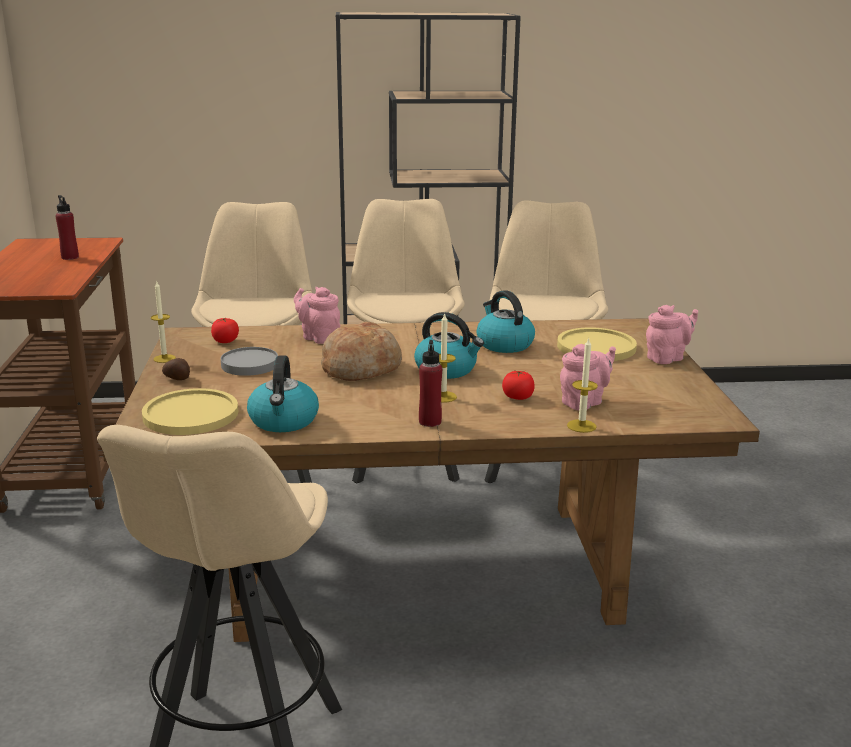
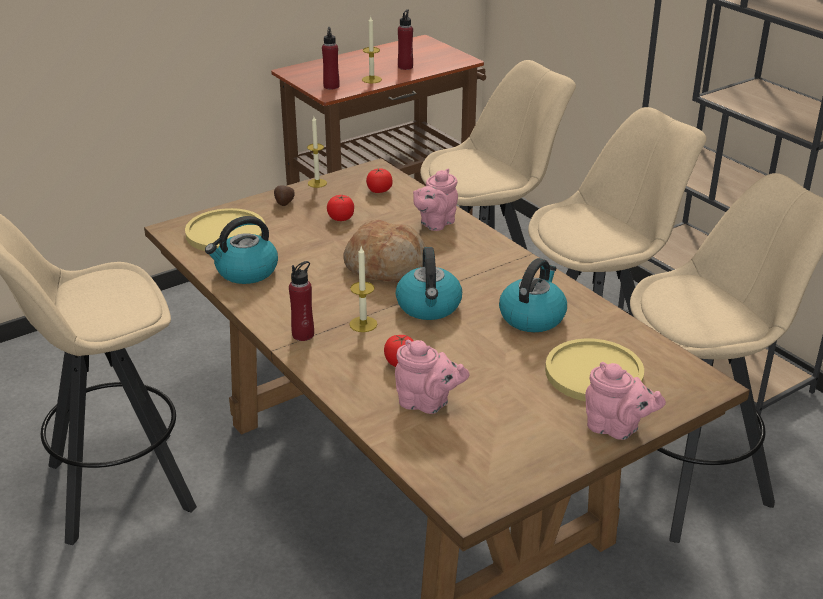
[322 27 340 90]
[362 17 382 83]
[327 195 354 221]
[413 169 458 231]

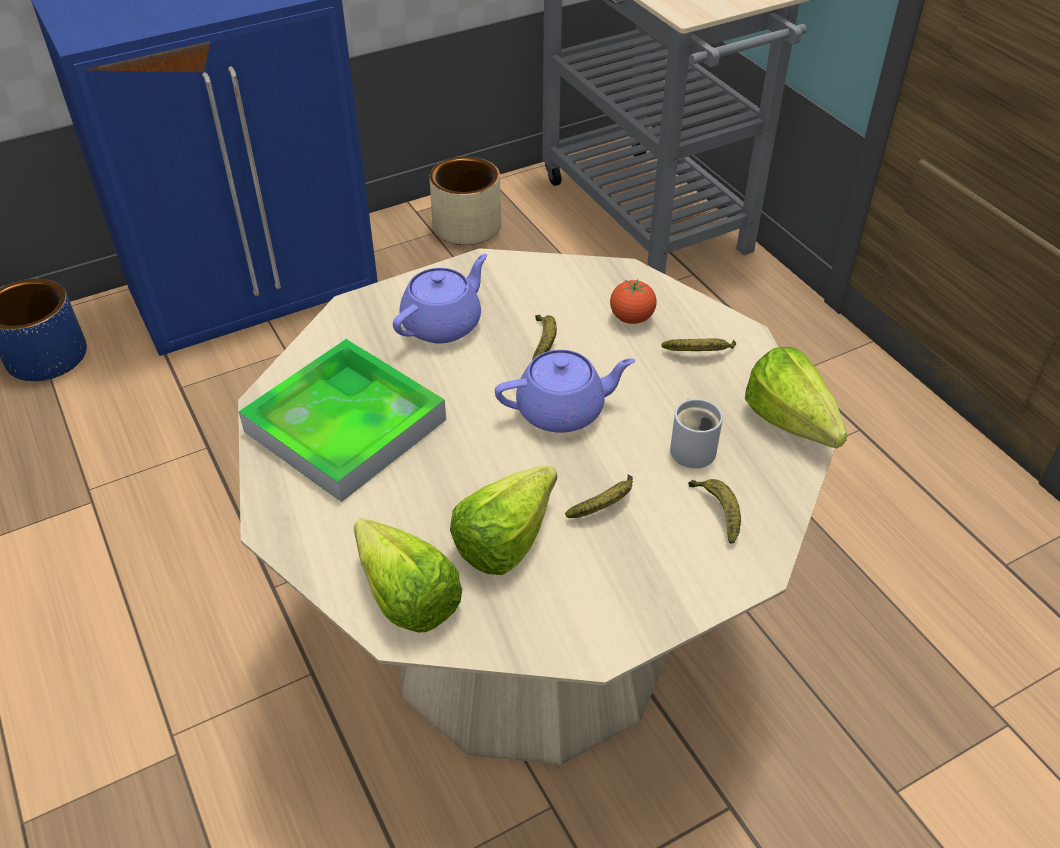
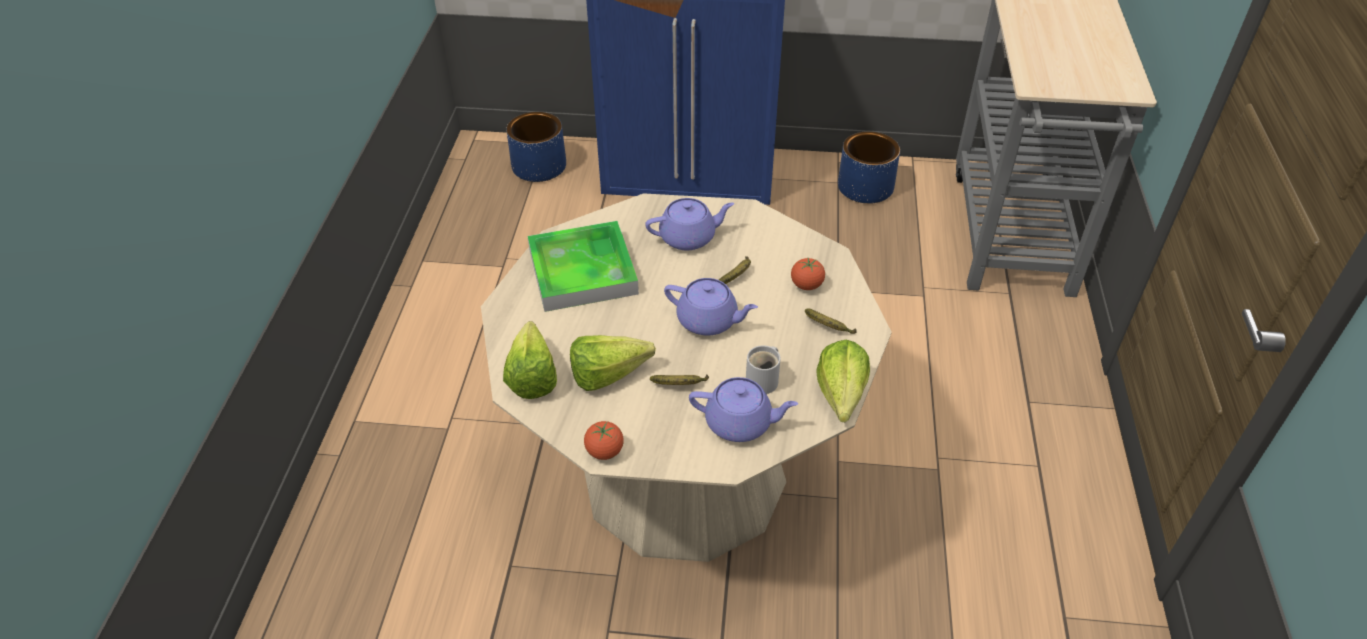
[584 421 624 460]
[689 377 798 442]
[838 131 900 204]

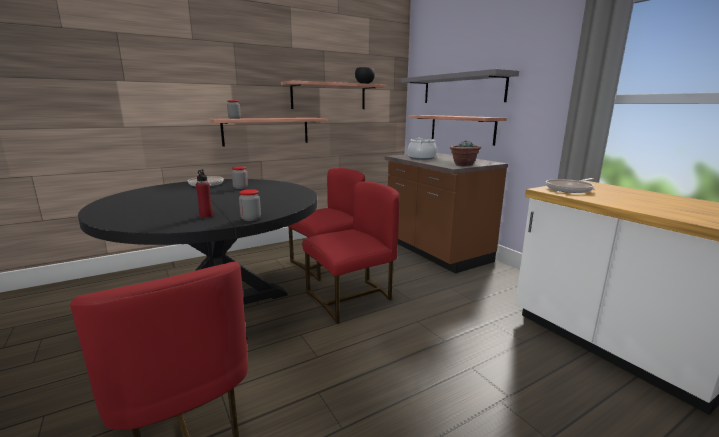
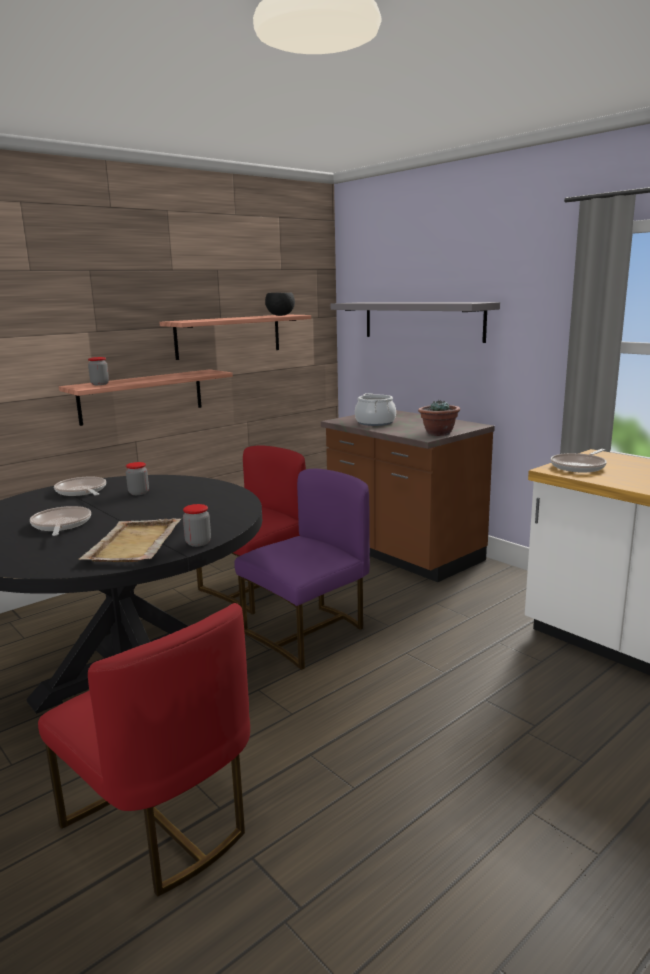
[408 115 507 146] (first image)
[30 506 91 536]
[78 518 181 562]
[234 469 370 670]

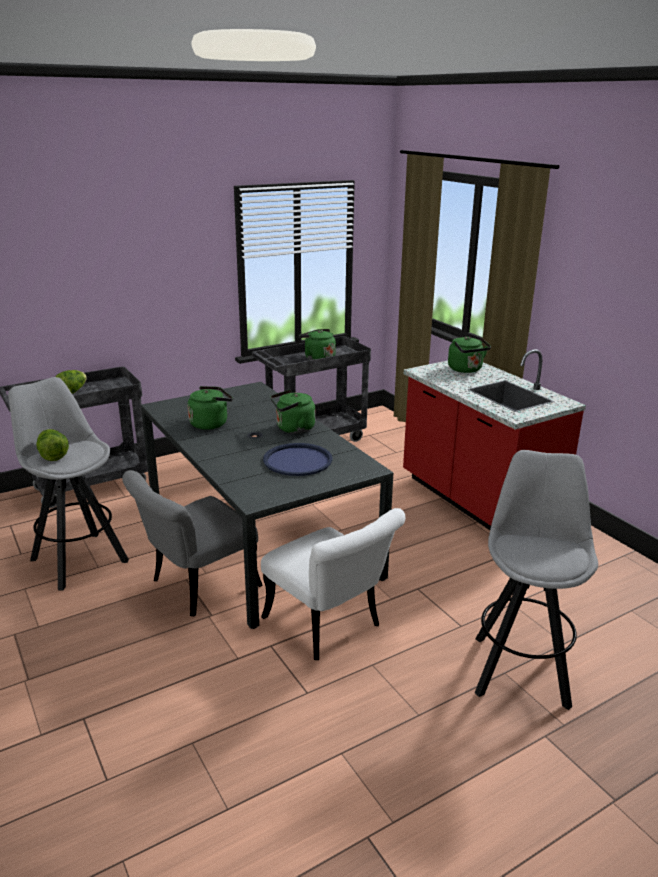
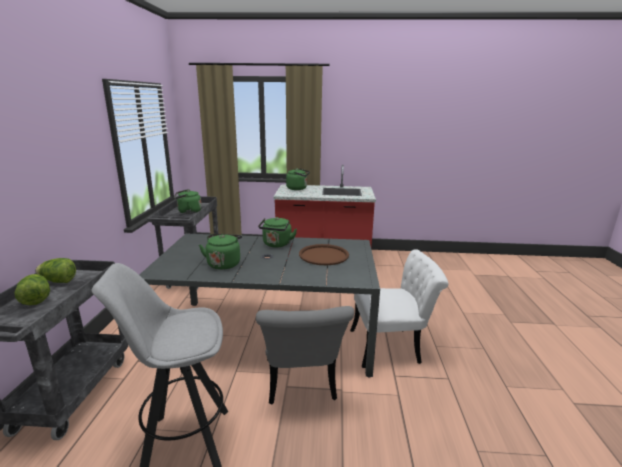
[475 450 598 710] (first image)
[35 258 76 283]
[299 244 349 265]

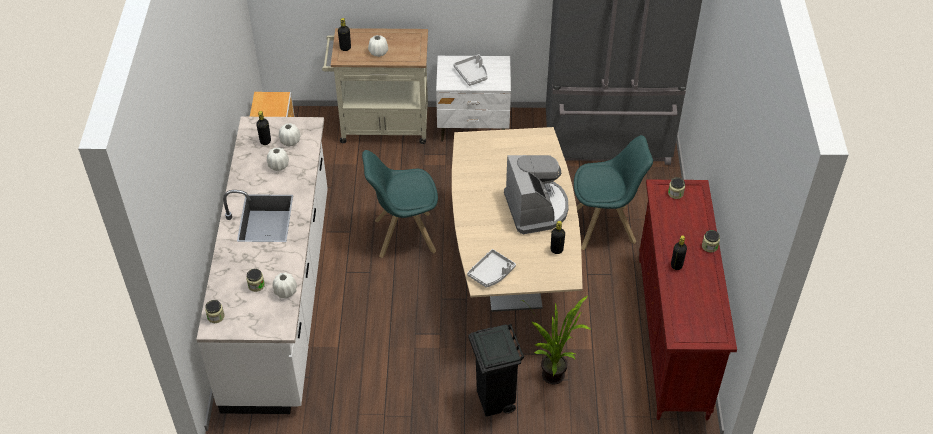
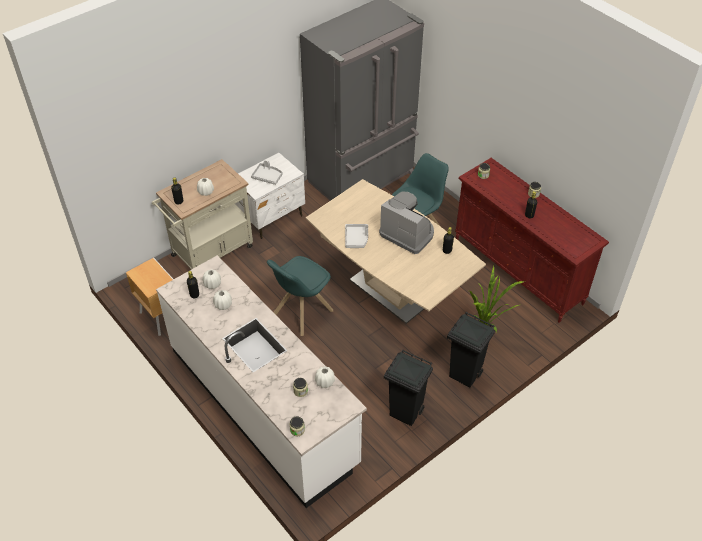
[384 350 433 426]
[345 224 368 248]

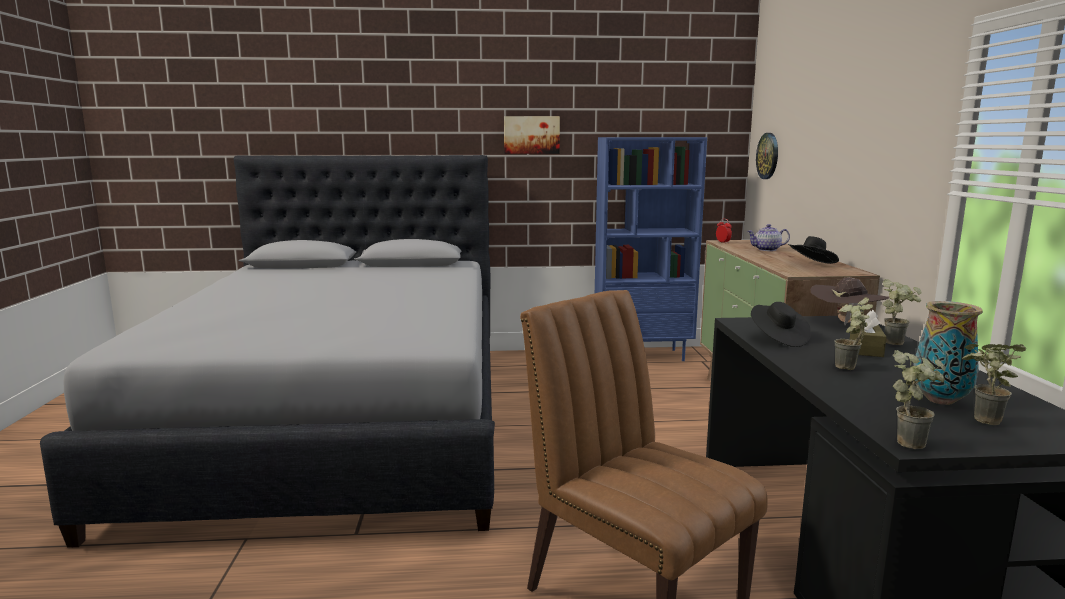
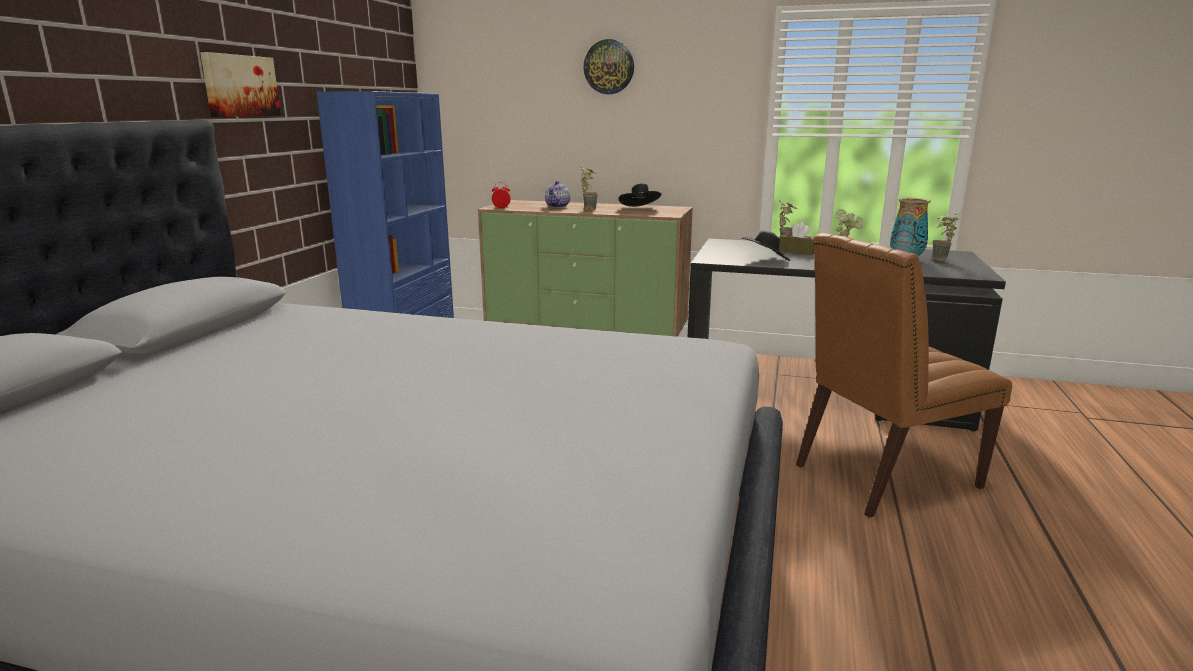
[810 278 889 325] (first image)
[583 39 634 94]
[579 167 598 210]

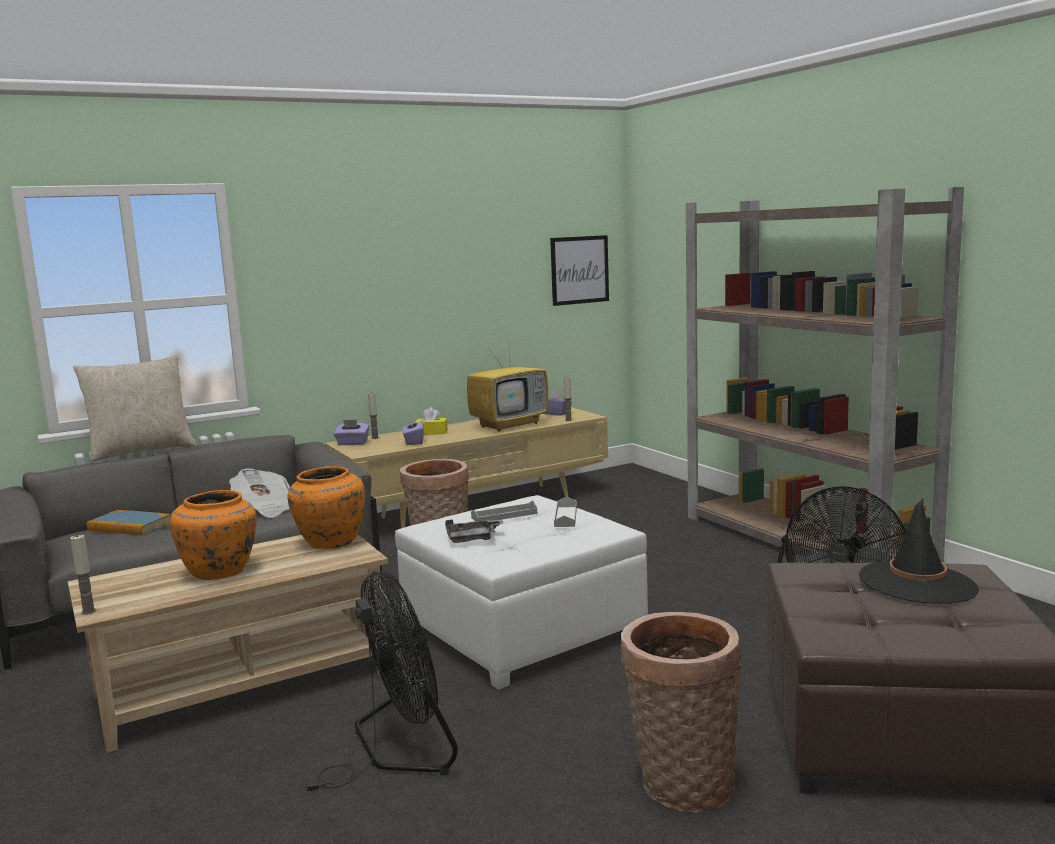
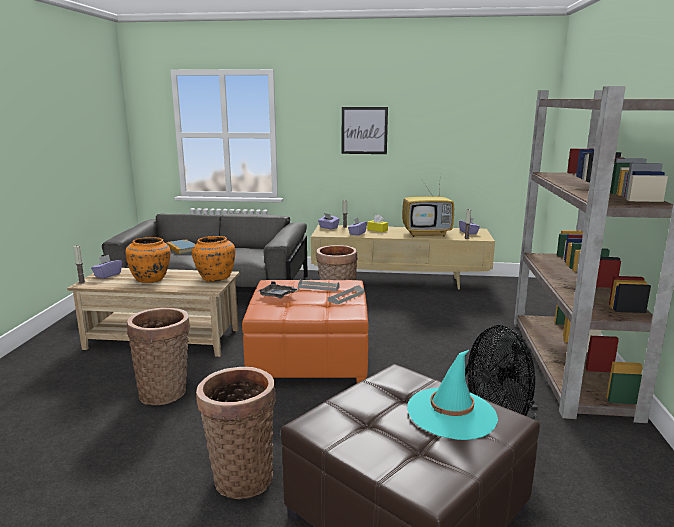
[73 355 196 462] (first image)
[229 468 290 518] (first image)
[91 255 122 279]
[342 107 388 154]
[127 308 190 406]
[242 280 369 383]
[407 350 498 440]

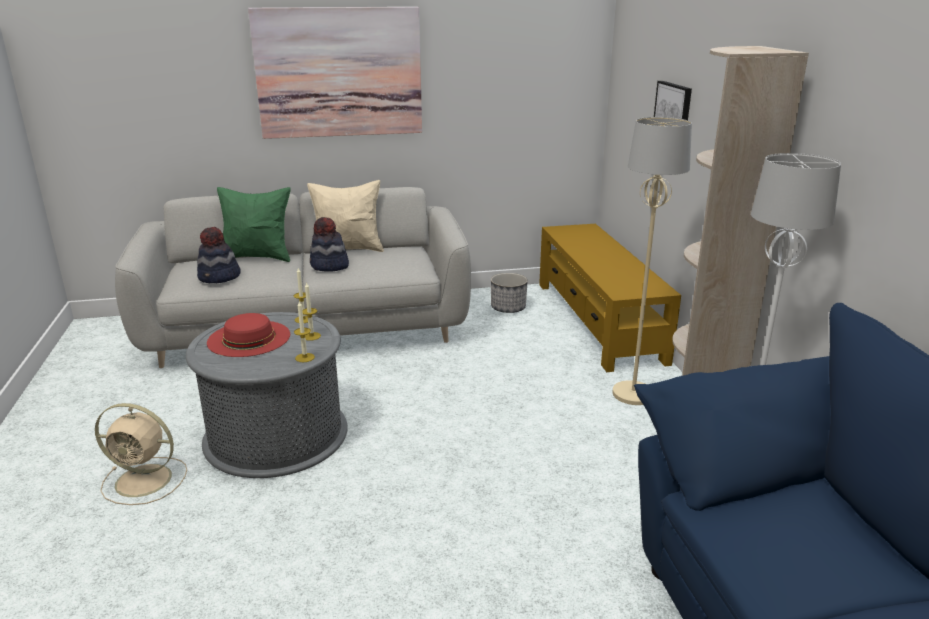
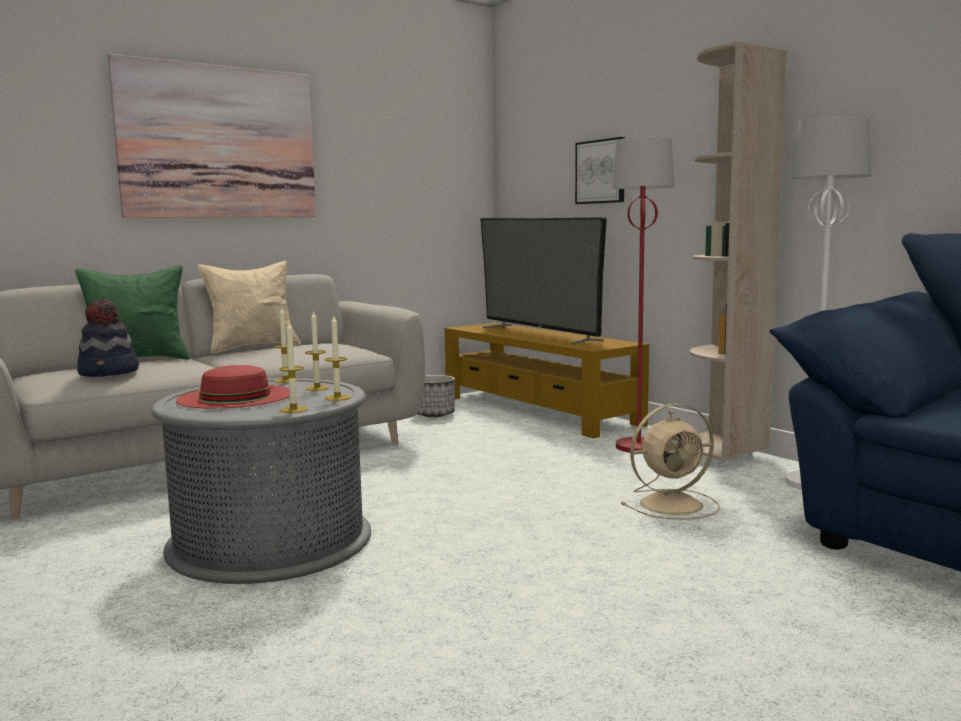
[310 217 349 271] (first image)
[279 323 308 413]
[480 217 607 345]
[620 403 720 519]
[612 137 675 453]

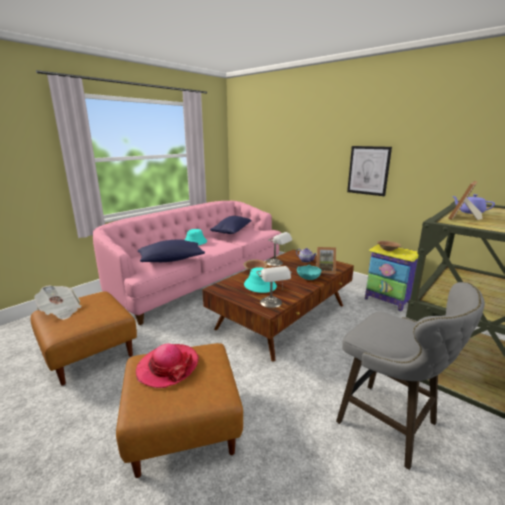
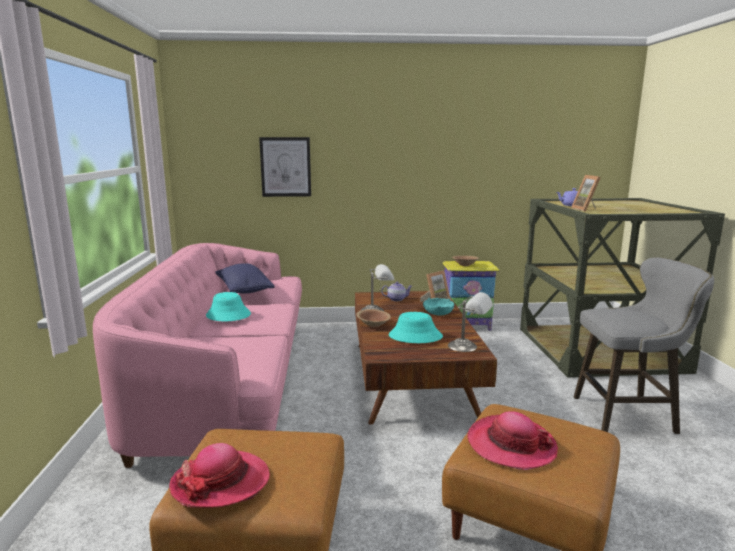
[138 239 205 262] (first image)
[259 137 311 197]
[169 443 270 508]

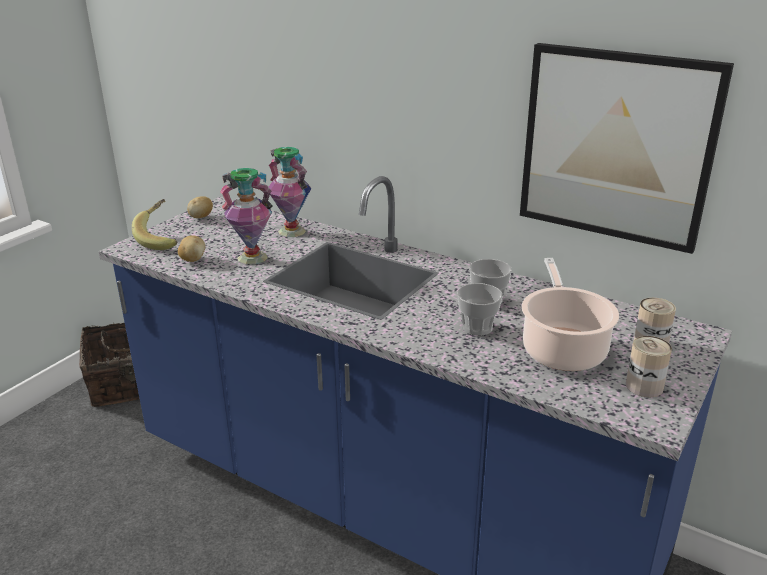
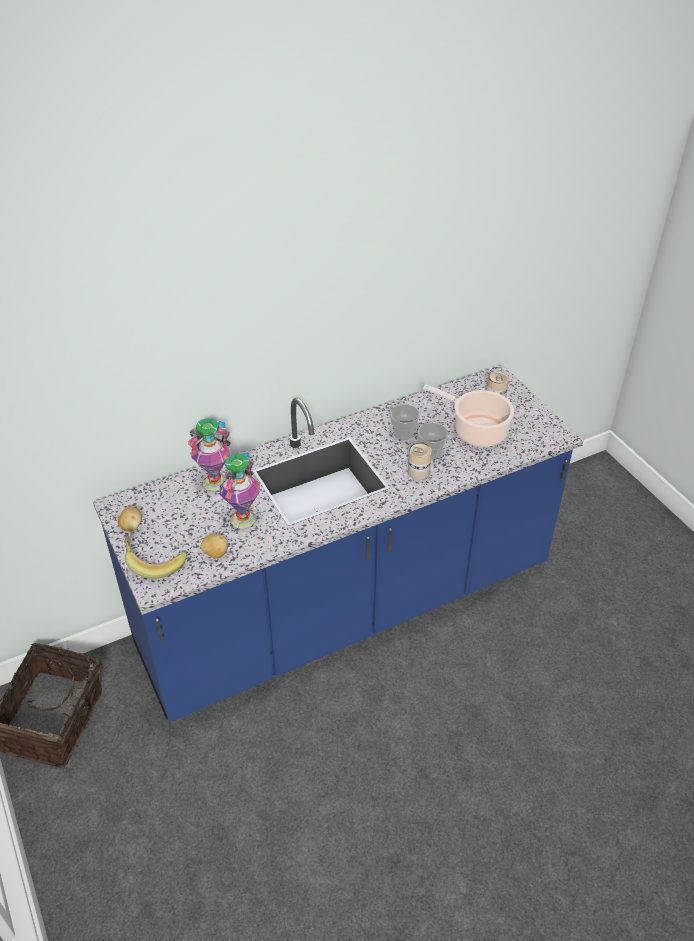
[520 43 734 254] (first image)
[408 443 432 480]

